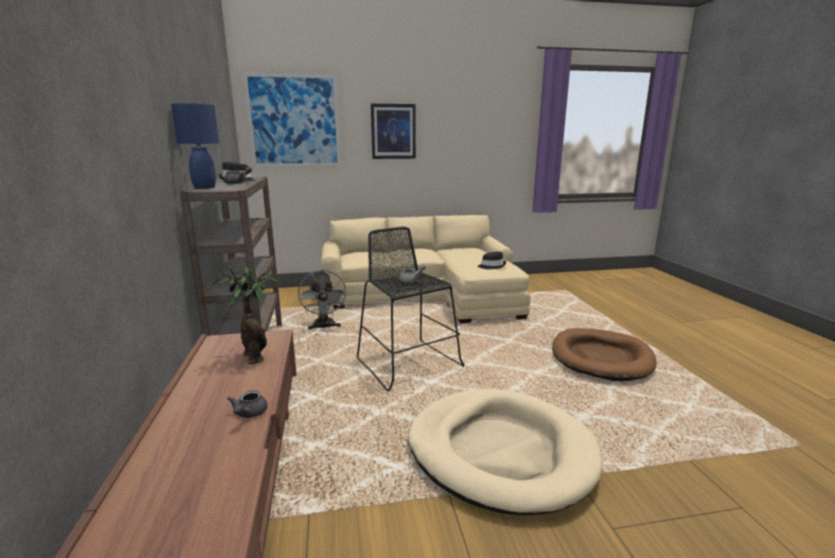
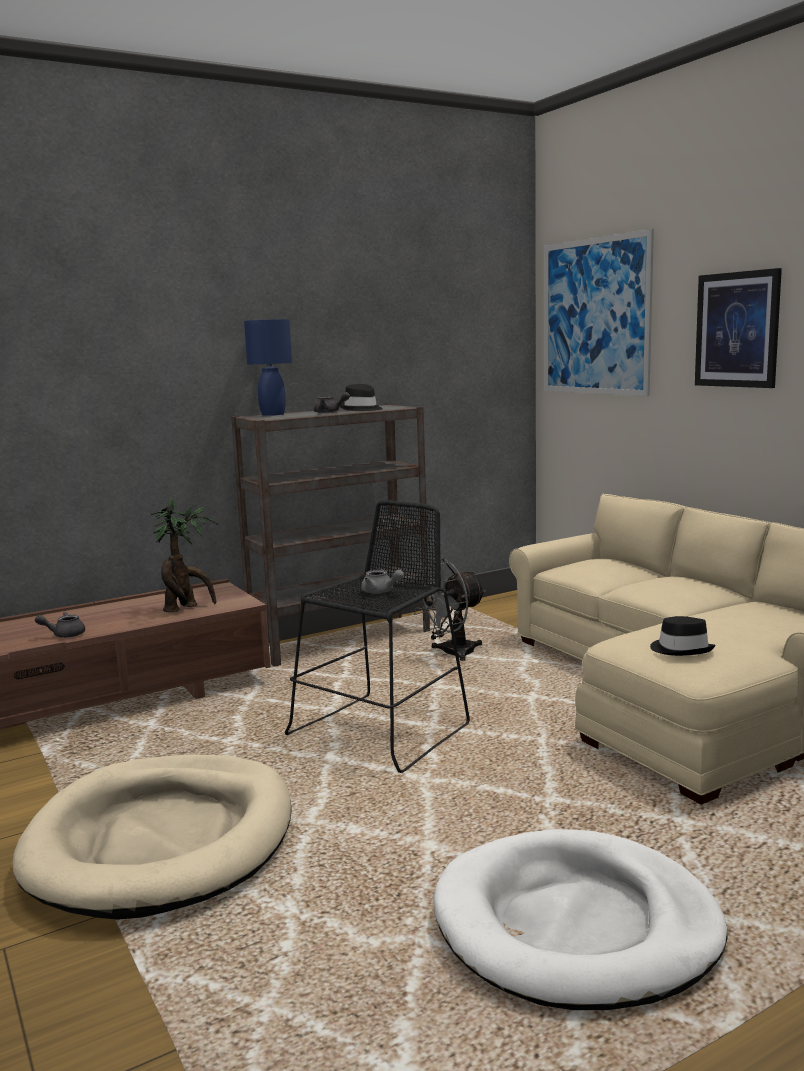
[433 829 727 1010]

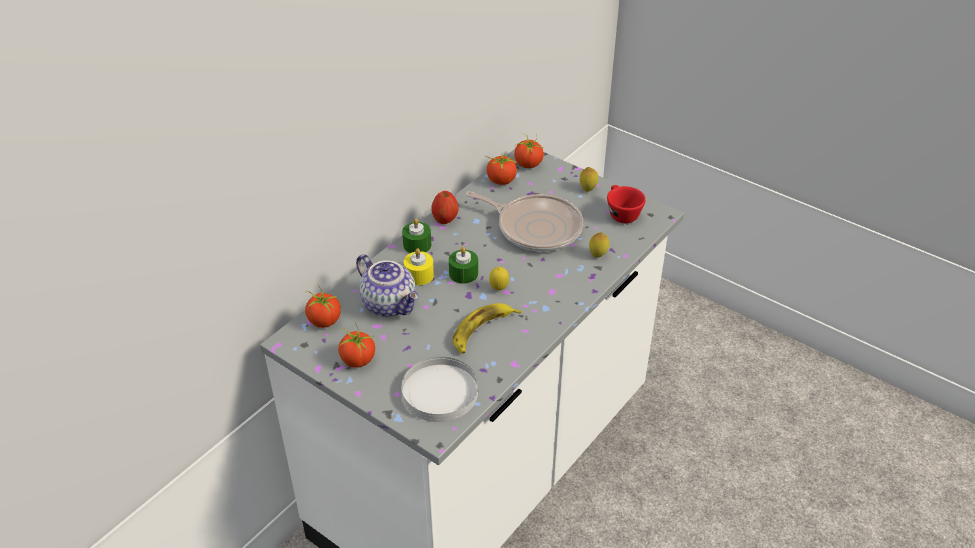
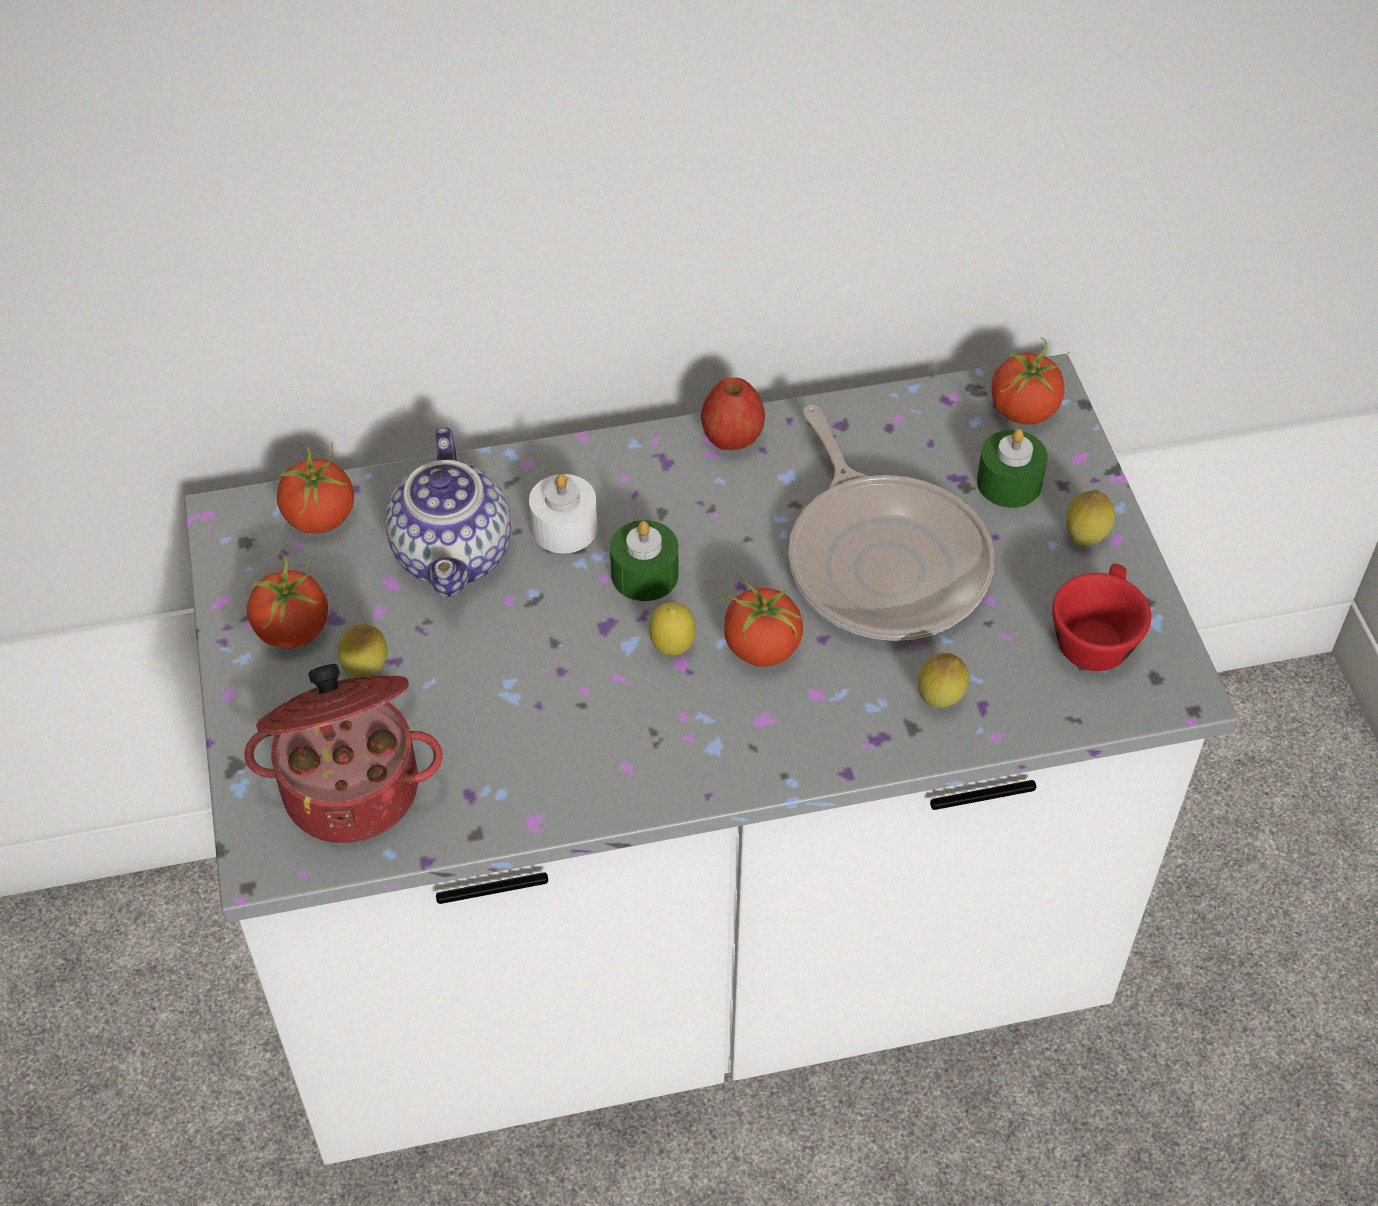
[453 303 521 354] (first image)
[338 624 387 677]
[977 429 1048 508]
[720 573 805 667]
[244 664 443 843]
[529 474 598 553]

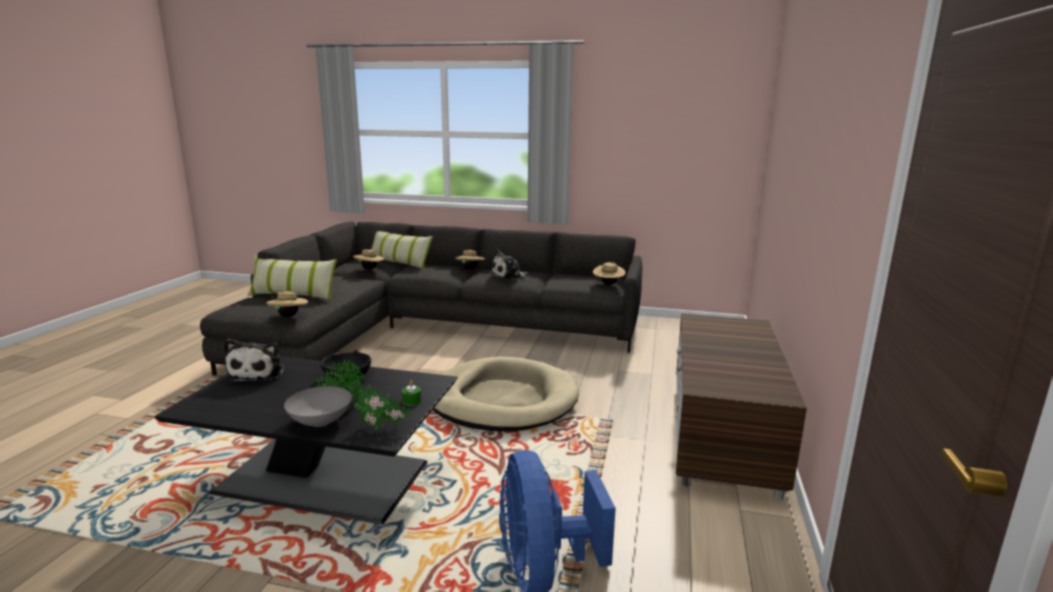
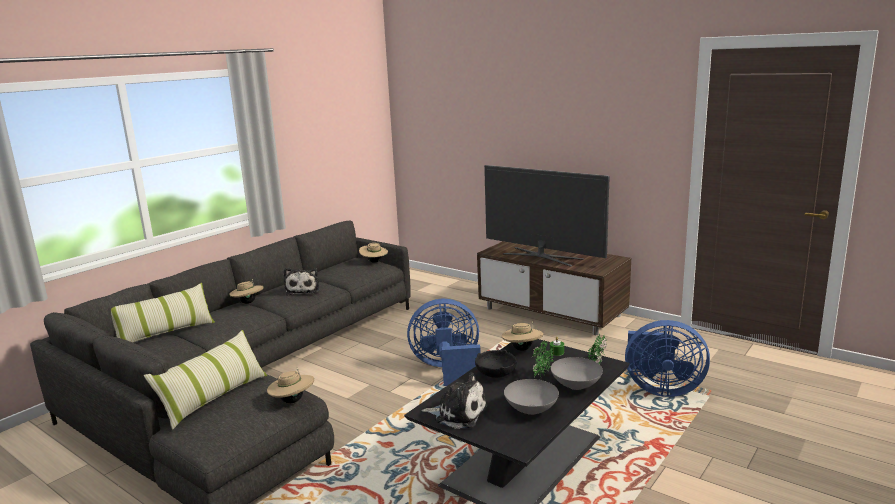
[484 165 610 266]
[504 379 559 415]
[502 321 543 351]
[407 299 481 386]

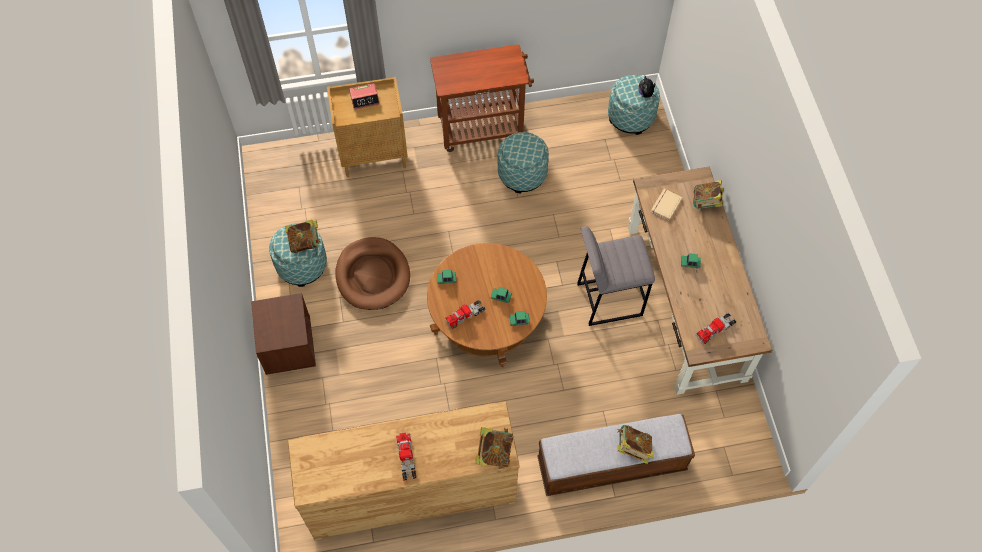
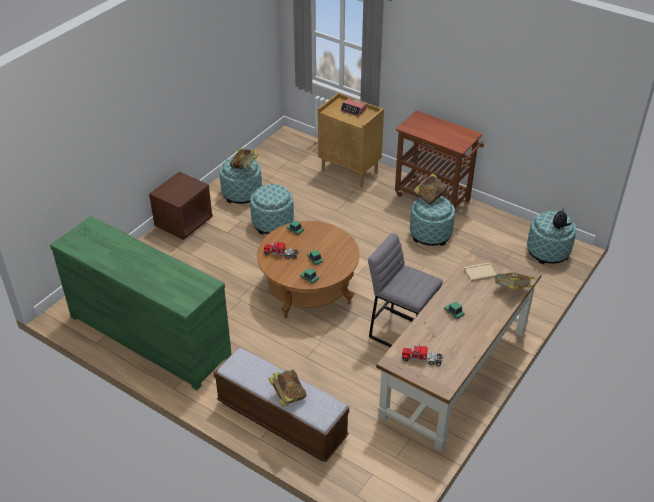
[396 432 416 481] (first image)
[414 173 447 205]
[250 184 294 235]
[50 216 232 390]

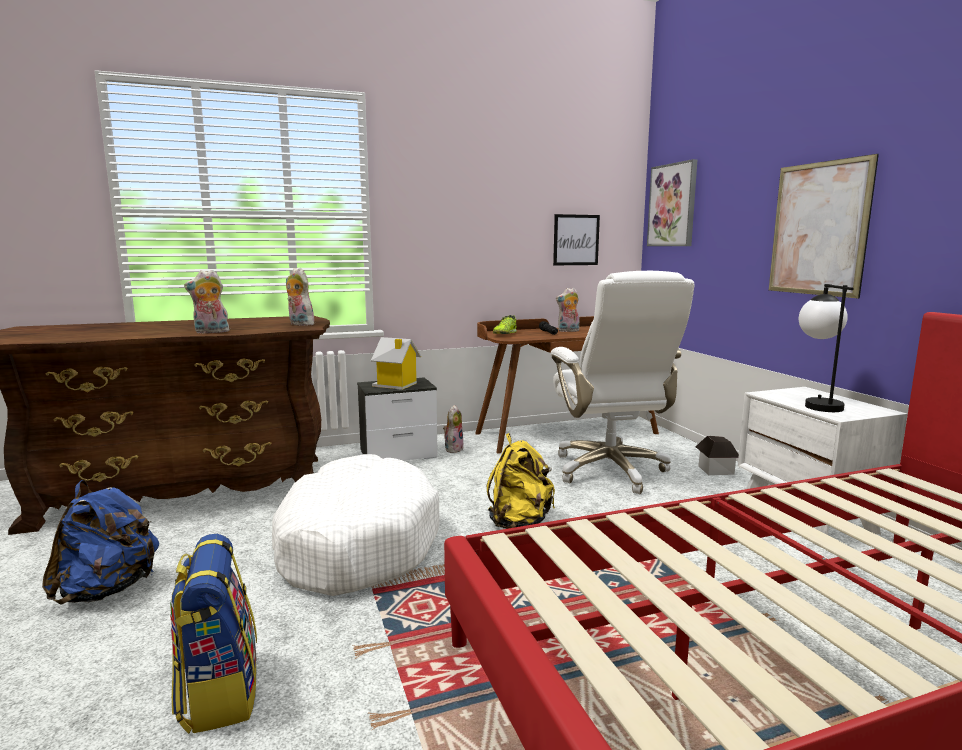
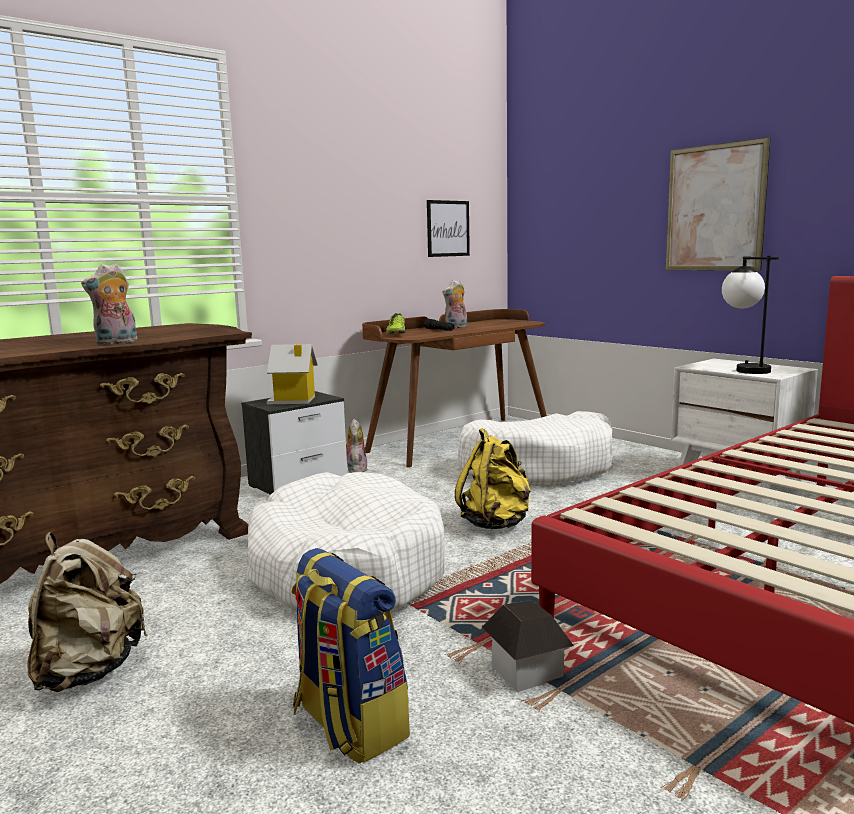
[286 268 314 326] (first image)
[647 159 698 246] (first image)
[482 600 574 692]
[457 411 613 487]
[28 532 148 692]

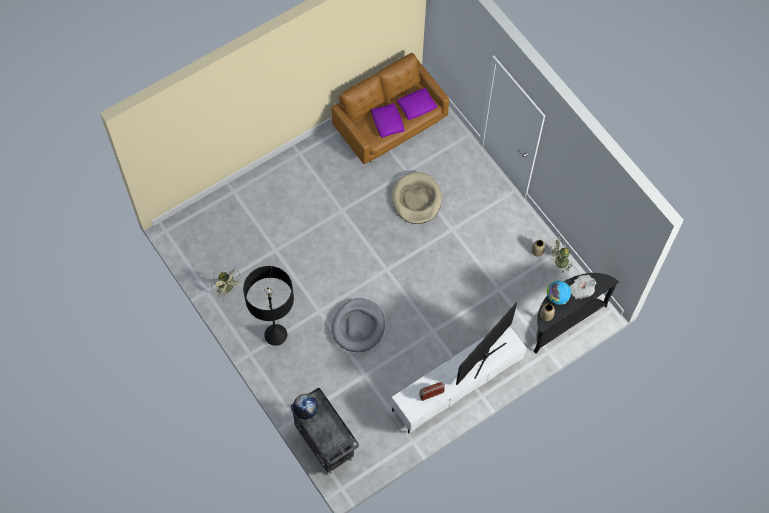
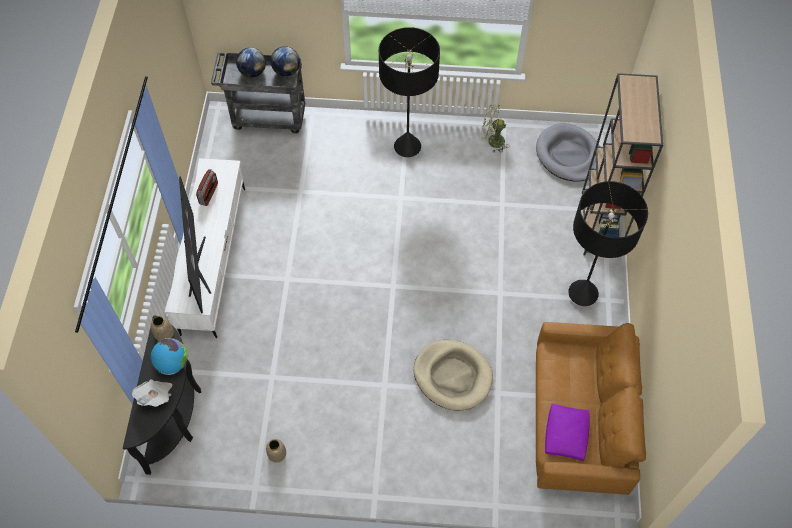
[371 103 405 138] (first image)
[550 237 574 272] (first image)
[236 47 266 77]
[568 181 648 306]
[582 73 663 258]
[536 123 600 182]

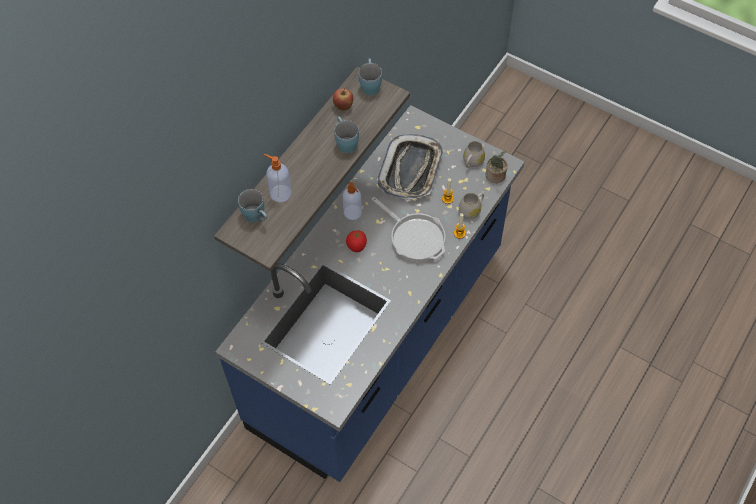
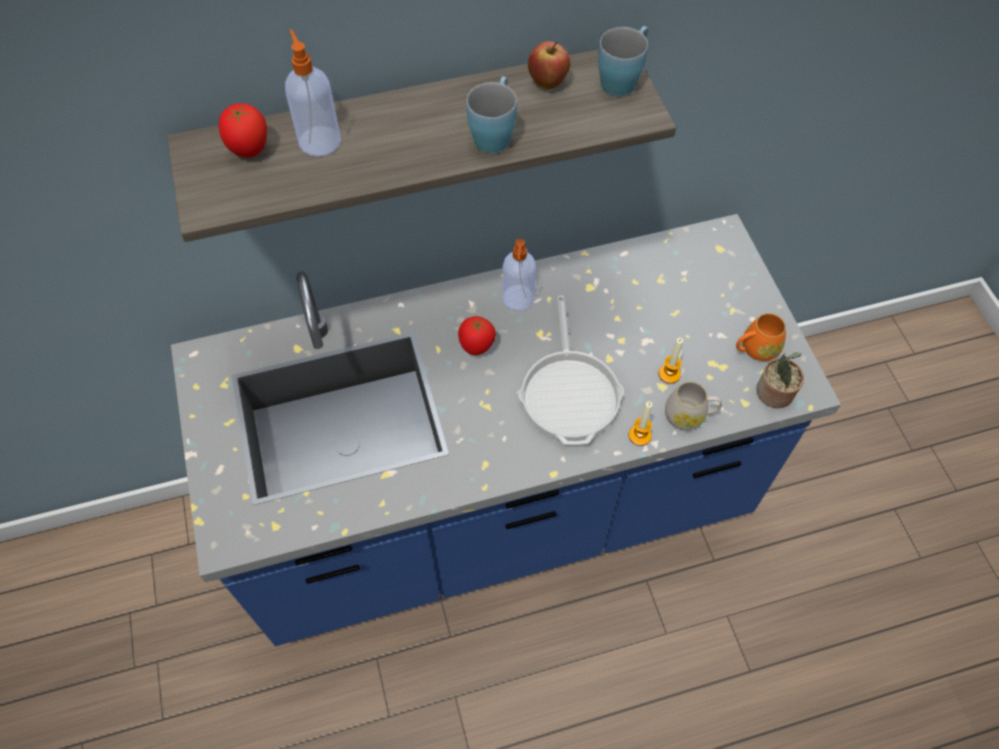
[378 134 443 199] (first image)
[219 103 267 158]
[736 313 786 361]

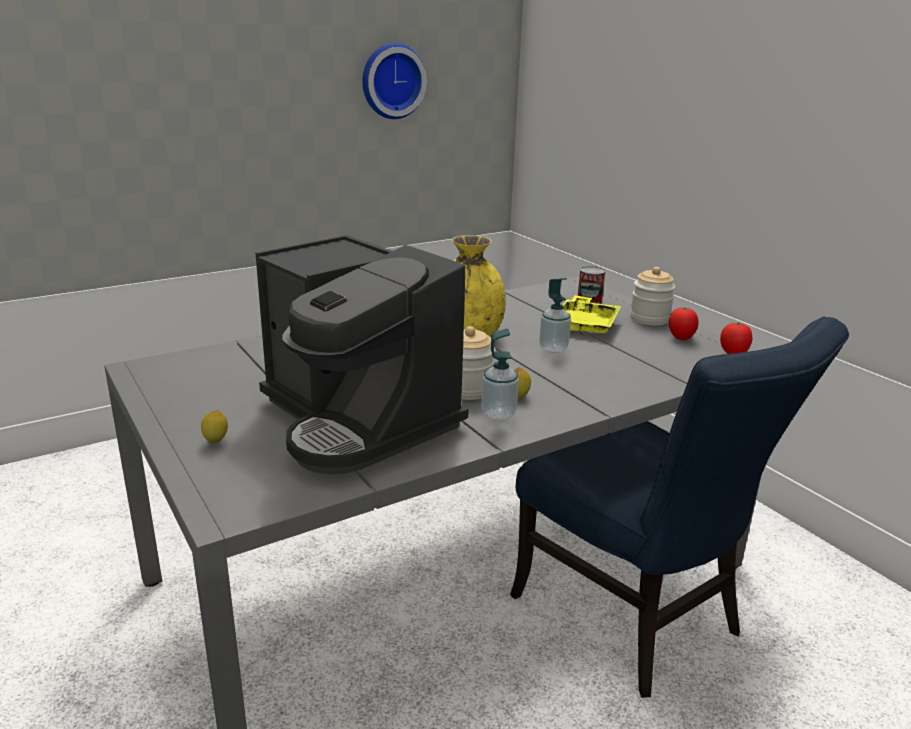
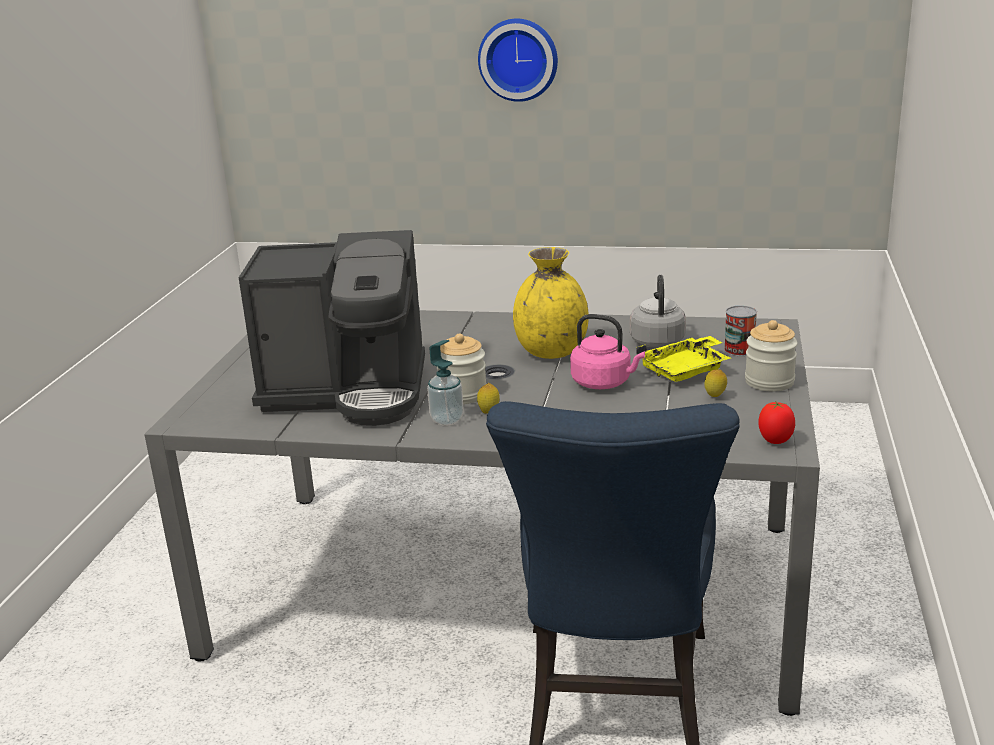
[669 307 699 340] (first image)
[630 275 686 348]
[704 369 727 397]
[478 19 558 102]
[570 314 645 389]
[238 230 425 426]

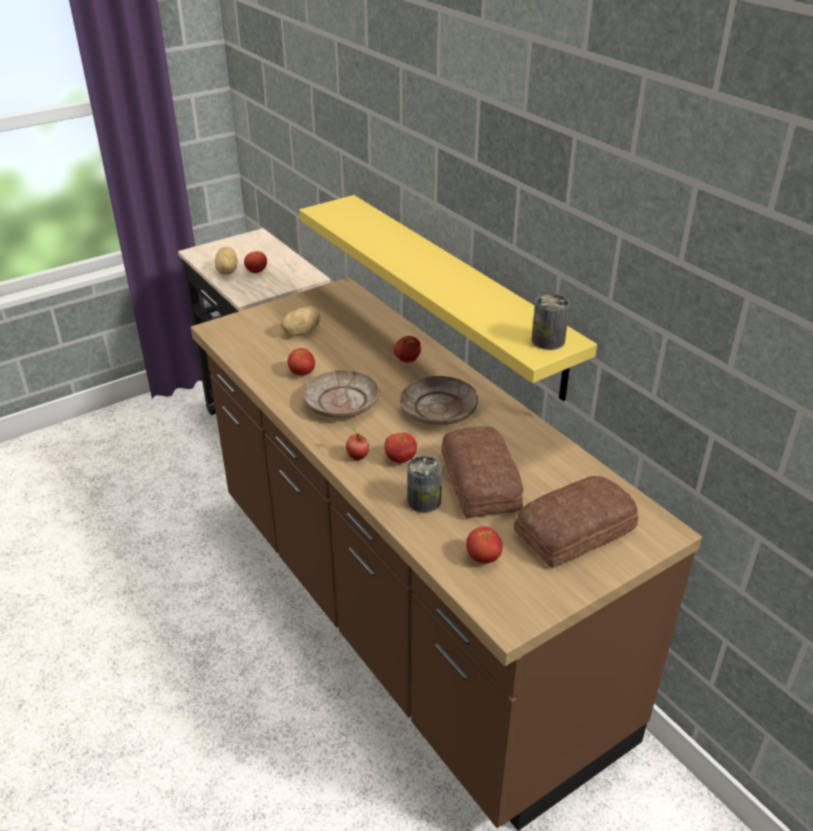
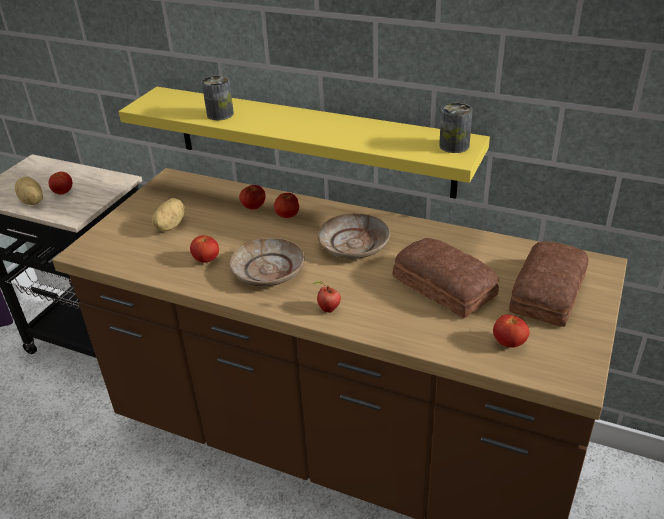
[239 185 266 210]
[202 75 234 120]

